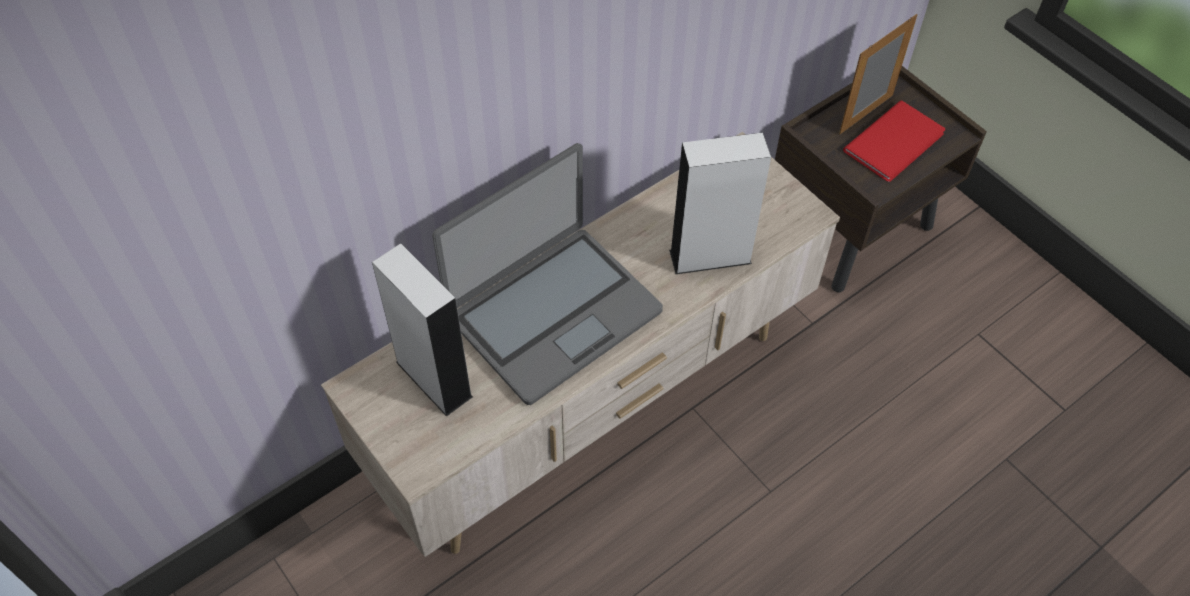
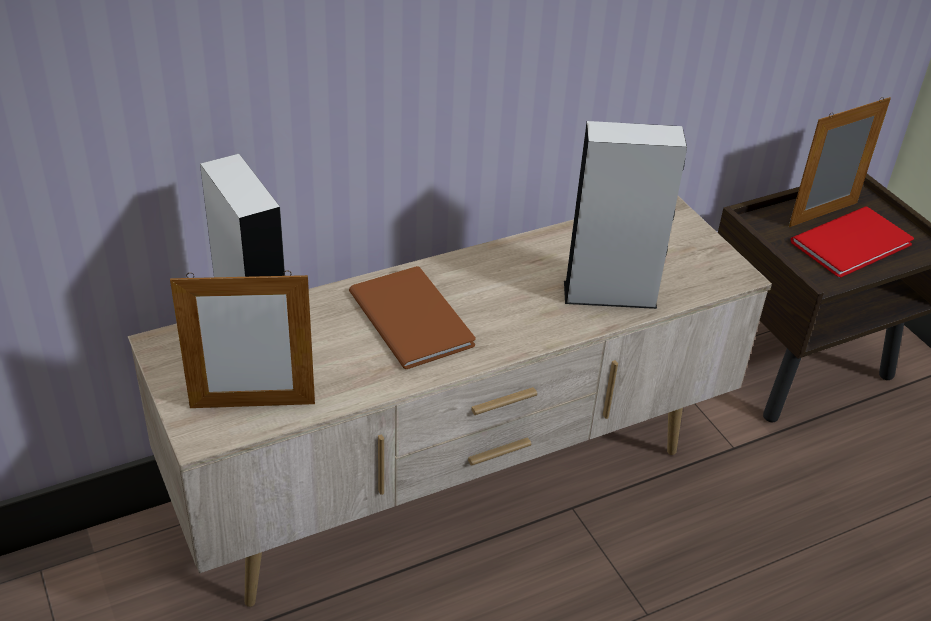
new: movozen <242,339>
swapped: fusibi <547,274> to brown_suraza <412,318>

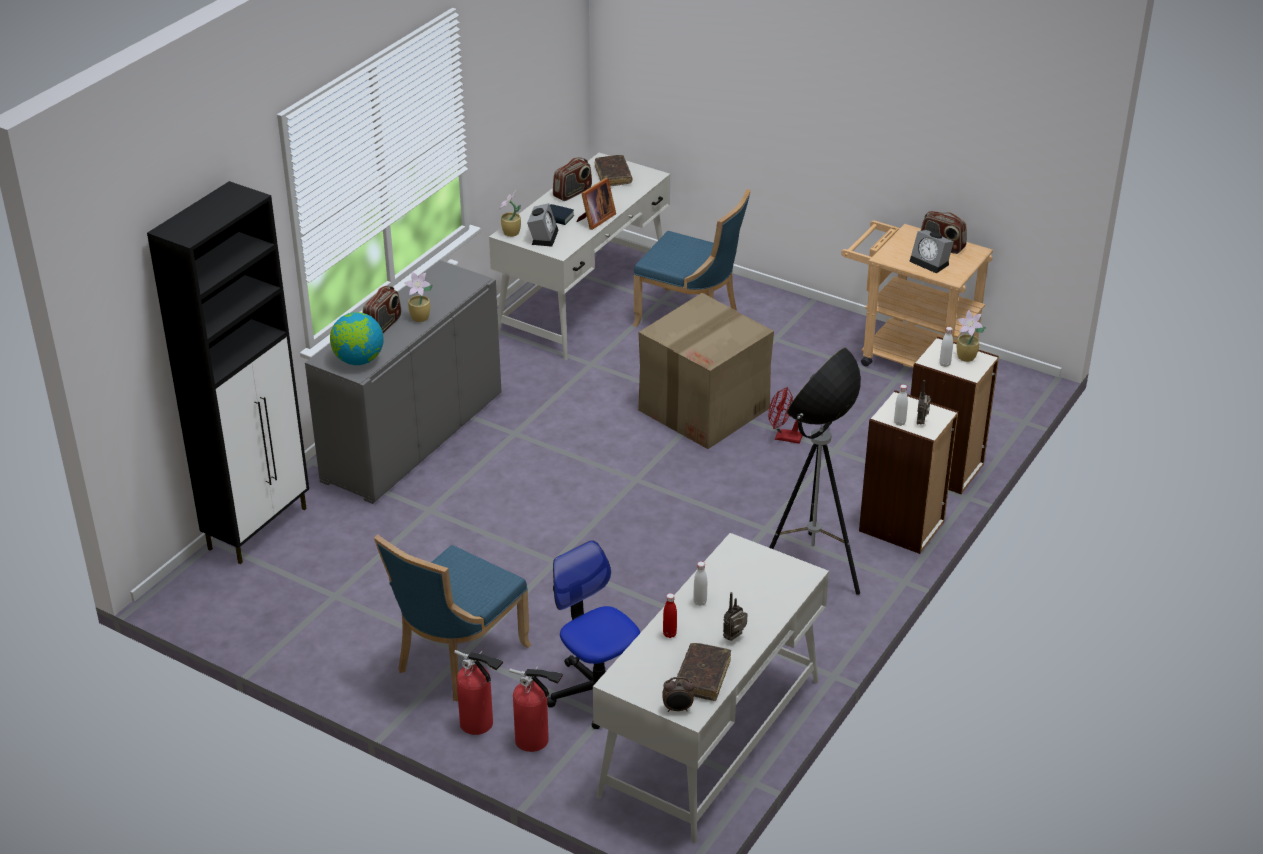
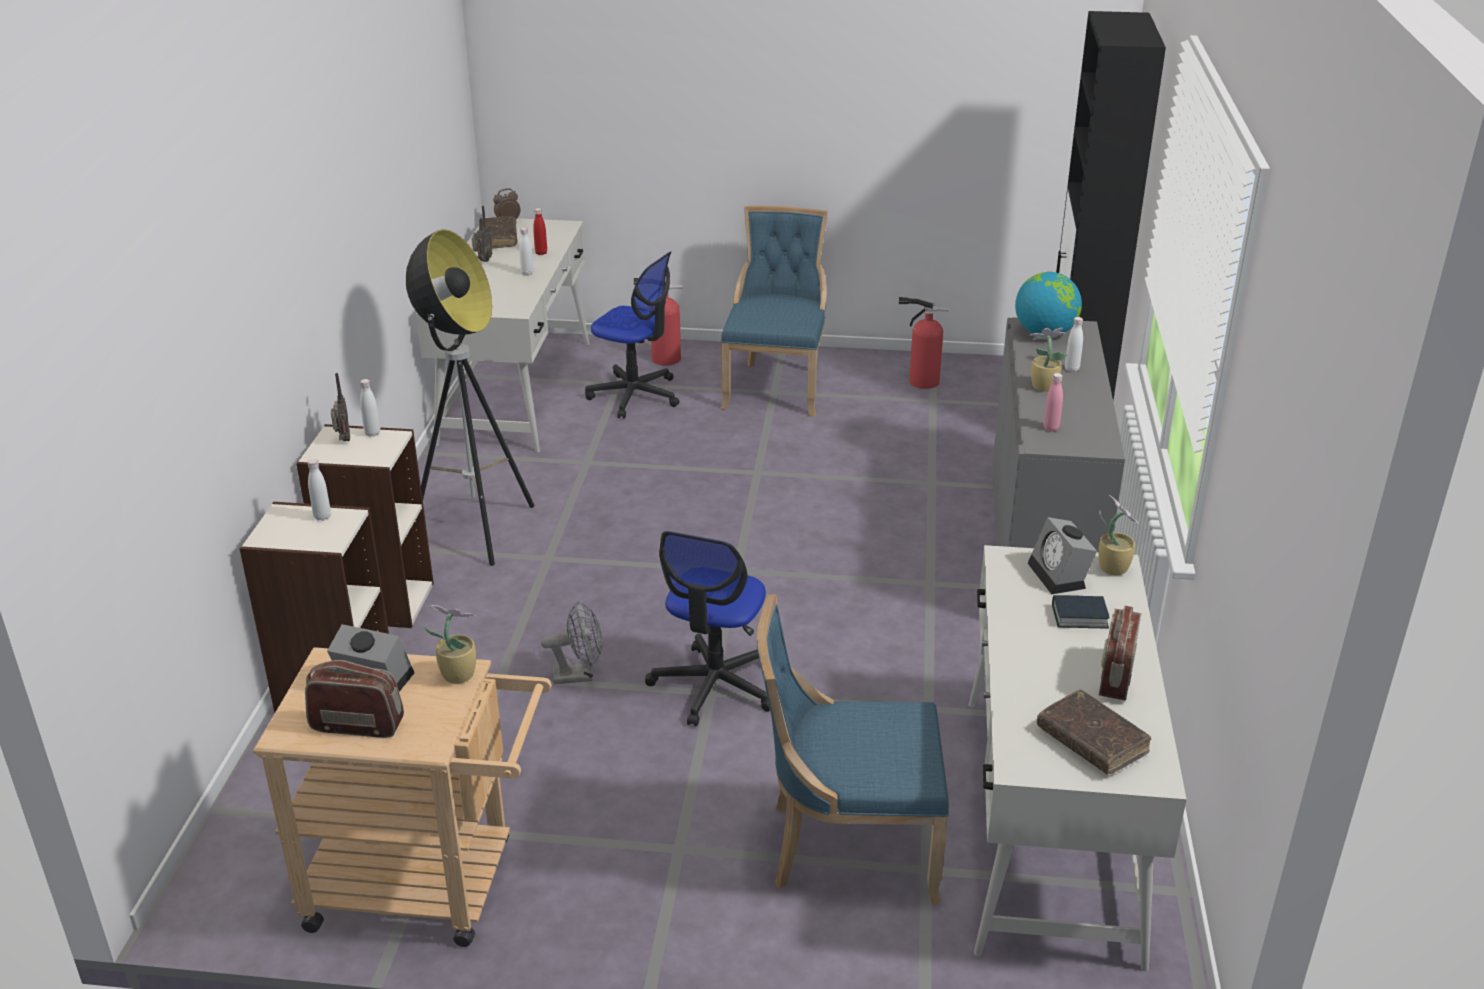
gone: movozen <596,204>
new: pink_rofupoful <1053,402>
shifted: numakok <478,692> to <924,343>; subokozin <971,336> to <450,644>
swapped: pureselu <381,310> to white_rofupoful <1074,344>; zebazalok <706,371> to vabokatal <707,628>
repainted: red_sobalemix <785,415> to grey_sobalemix <571,642>

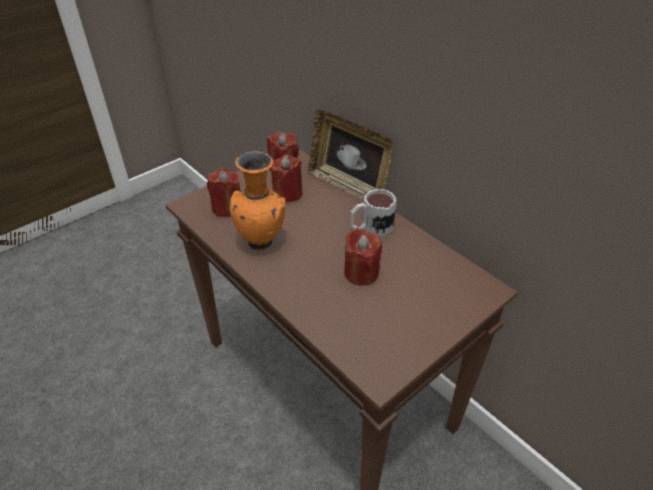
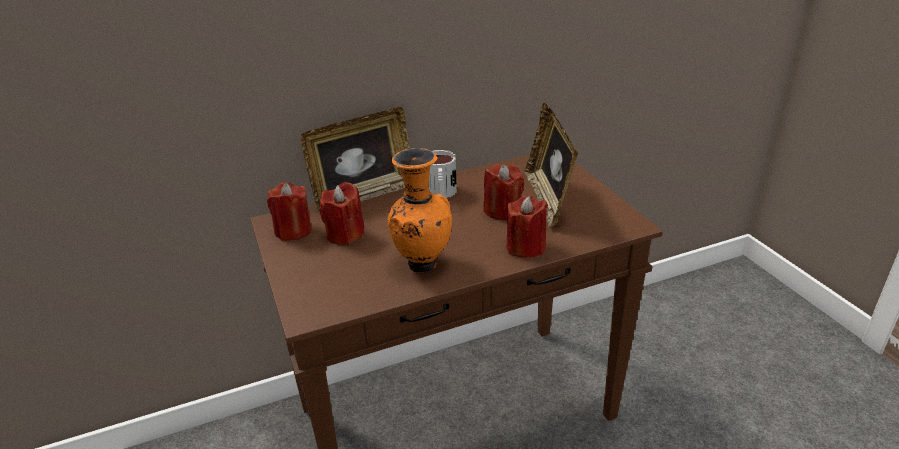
new: movozen <551,165>
shifted: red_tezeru <223,192> to <527,227>

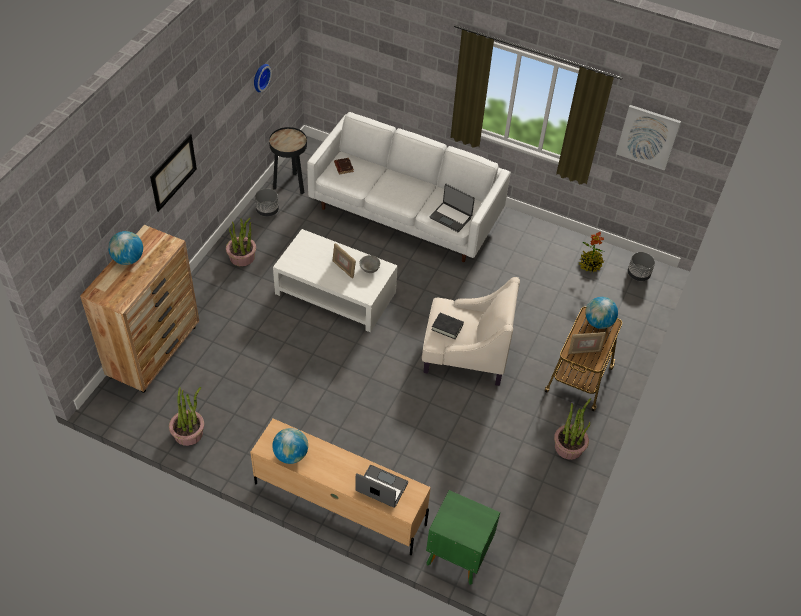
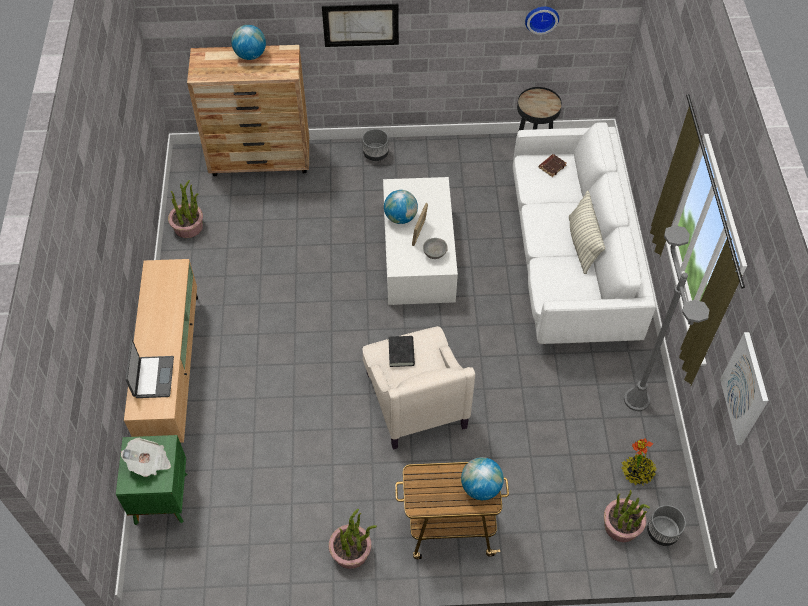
gone: fusibi <452,208>; movozen <587,343>
new: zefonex <146,457>; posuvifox <587,232>; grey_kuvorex <666,318>
shifted: subokozin <241,242> to <627,516>; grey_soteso <267,202> to <376,145>; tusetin <290,446> to <401,207>

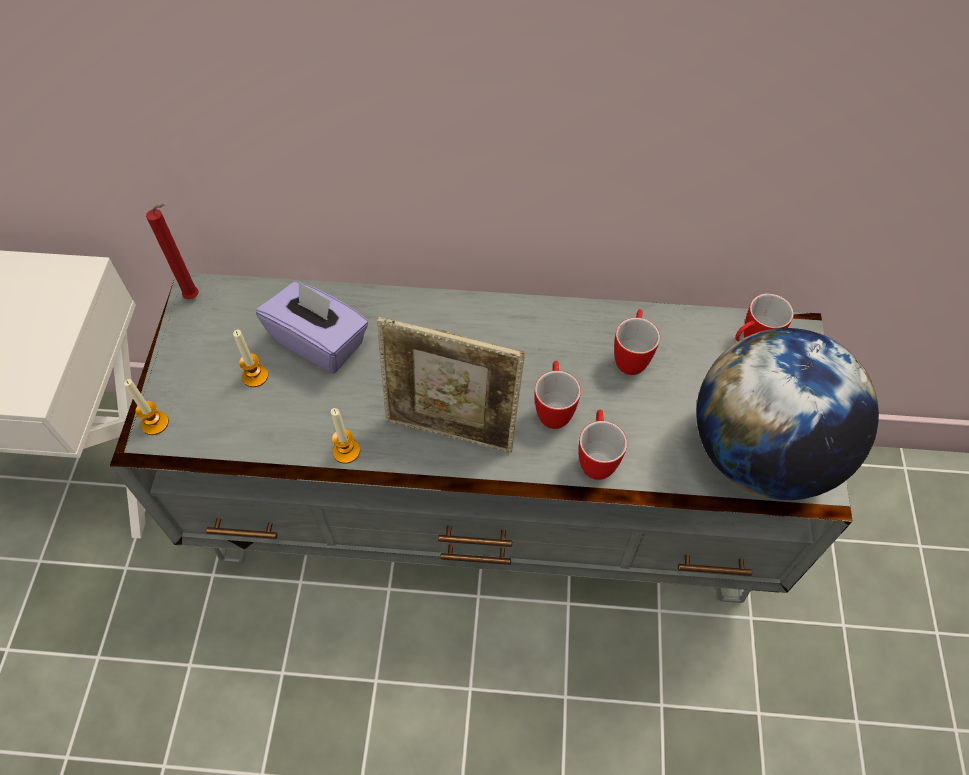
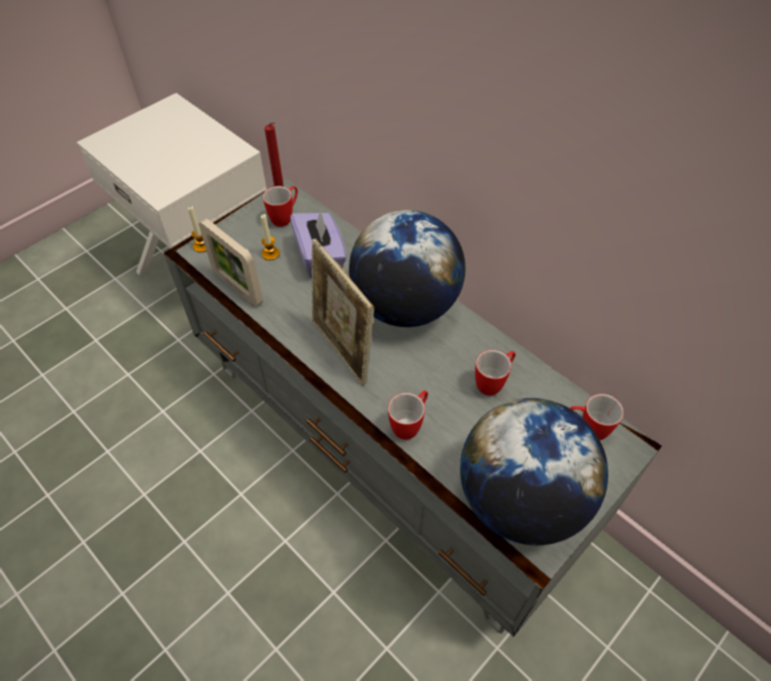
gone: tezeru <345,436>
new: movozen <231,262>; tusetin <407,268>
shifted: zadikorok <558,395> to <280,206>

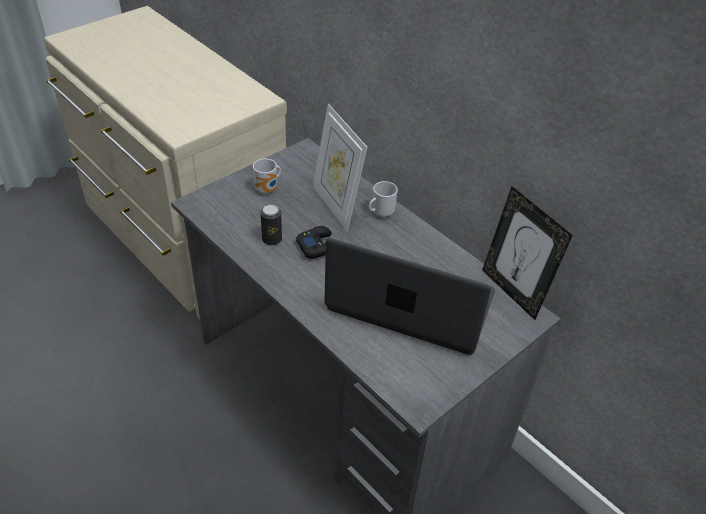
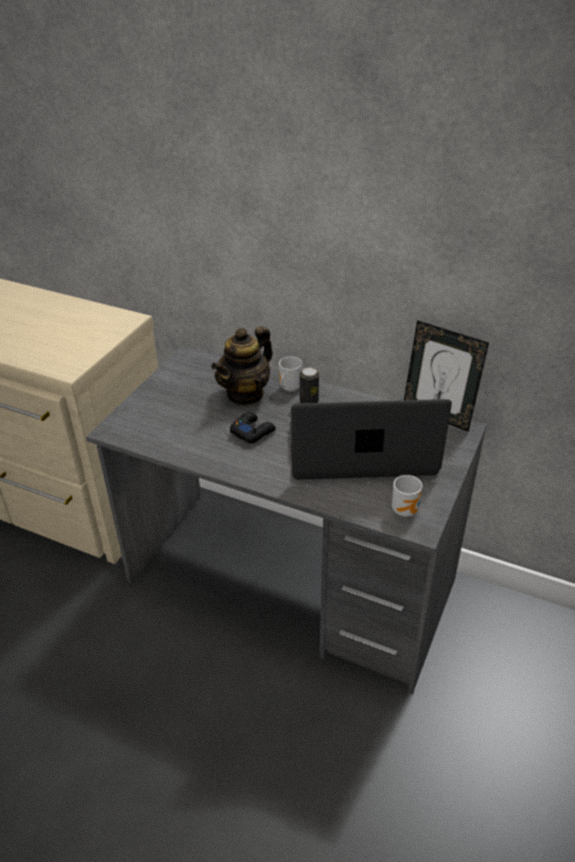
shifted: zadikorok <267,176> to <407,496>; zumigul <271,224> to <309,385>
swapped: movozen <340,167> to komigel <242,366>

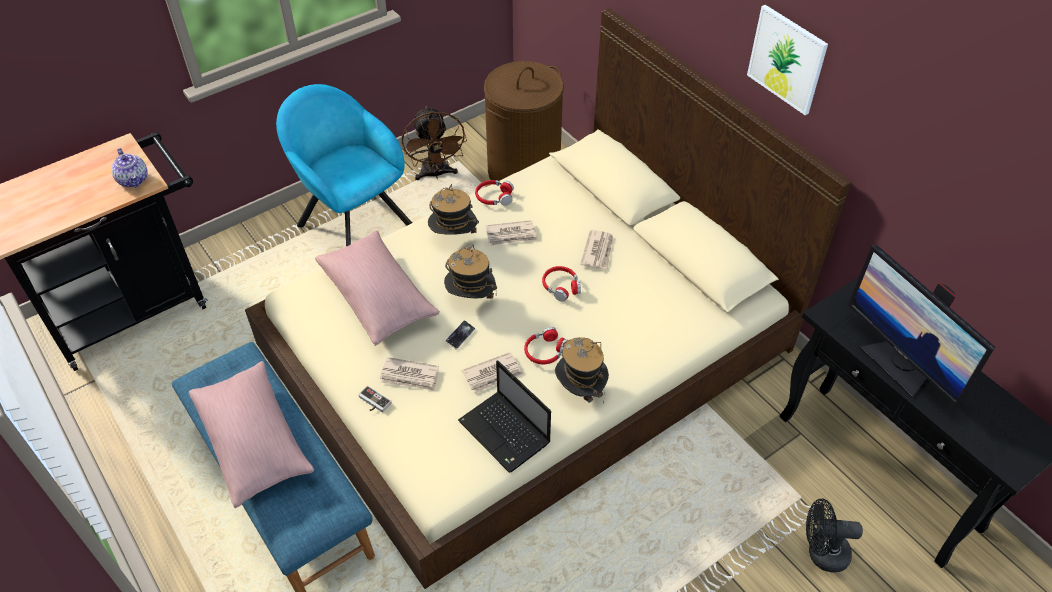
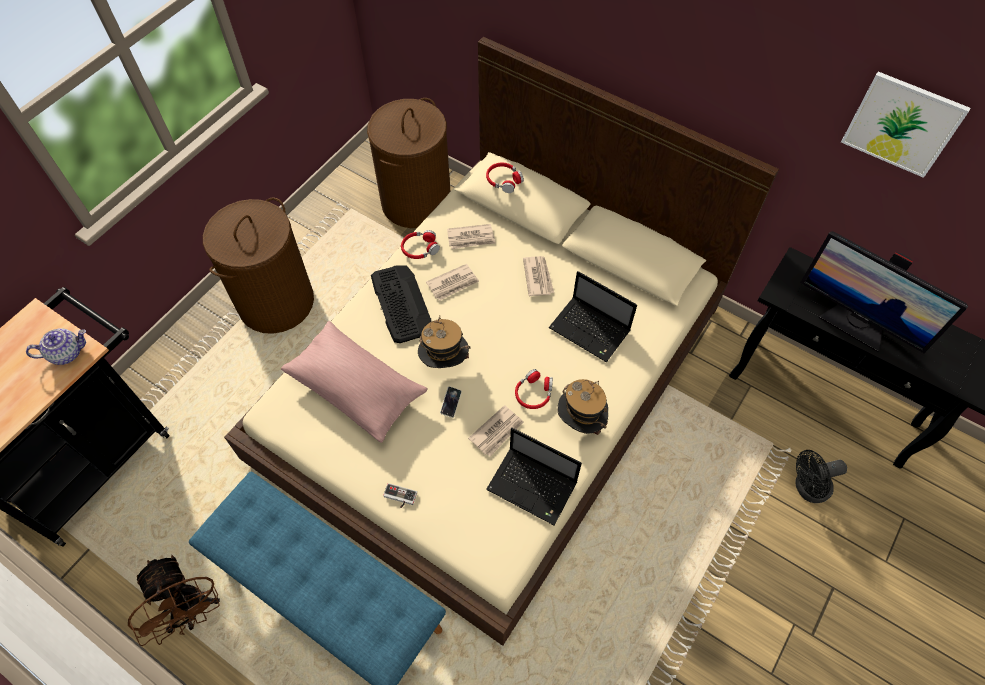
gone: pink_posuvifox <251,434>
new: fusibi <593,317>
shifted: zefonex <409,374> to <471,236>; brown_sobalemix <434,143> to <174,600>; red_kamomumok <561,284> to <505,178>; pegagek <787,60> to <906,125>
swapped: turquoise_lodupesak <344,165> to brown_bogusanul <258,265>; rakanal <453,209> to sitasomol <401,304>
rotated: komigel <129,168> = <56,346> 60 degrees counterclockwise

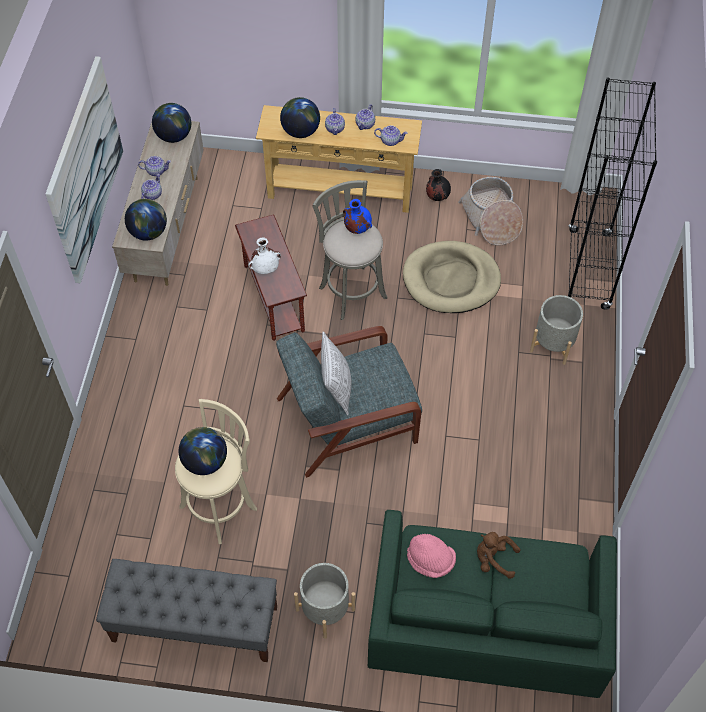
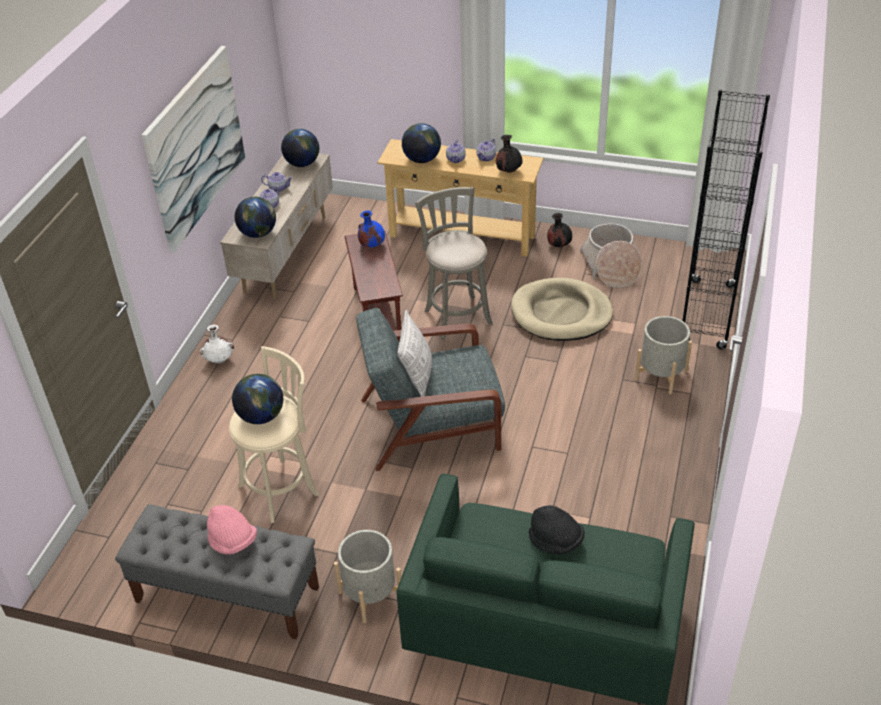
shifted: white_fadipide <264,255> to <217,344>; blue_fadipide <357,216> to <371,229>; pink_rakanal <431,556> to <232,530>
swapped: komigel <391,135> to black_fadipide <509,154>; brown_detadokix <498,555> to black_rakanal <556,529>

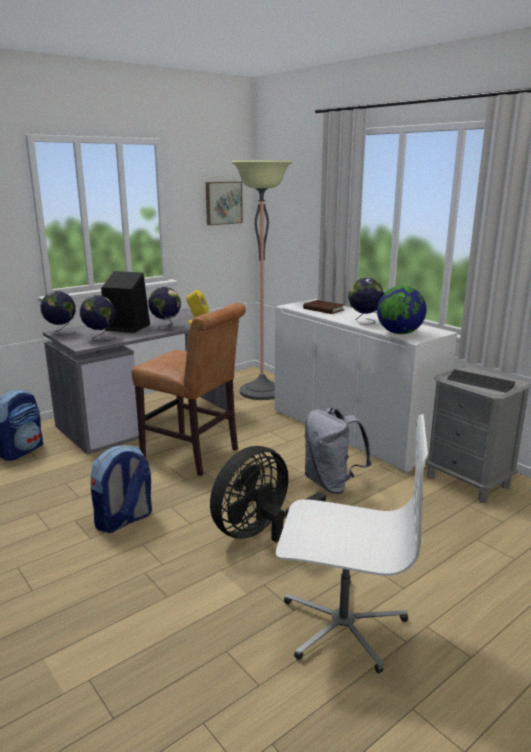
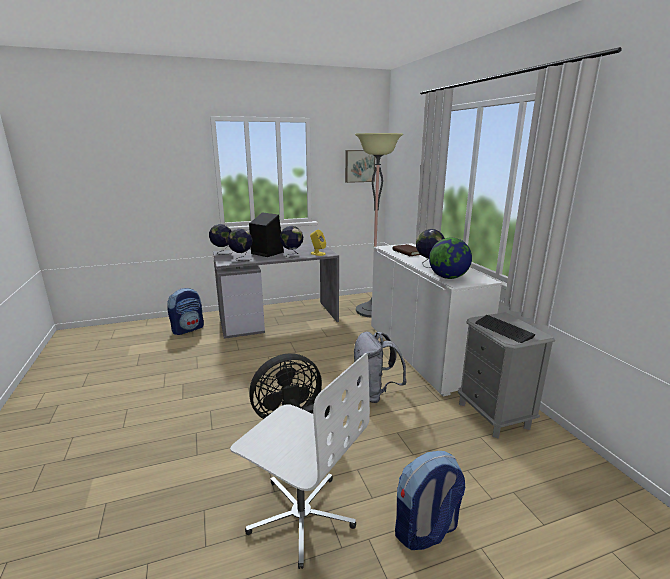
gone: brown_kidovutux <189,389>
shifted: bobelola <121,489> to <430,500>

